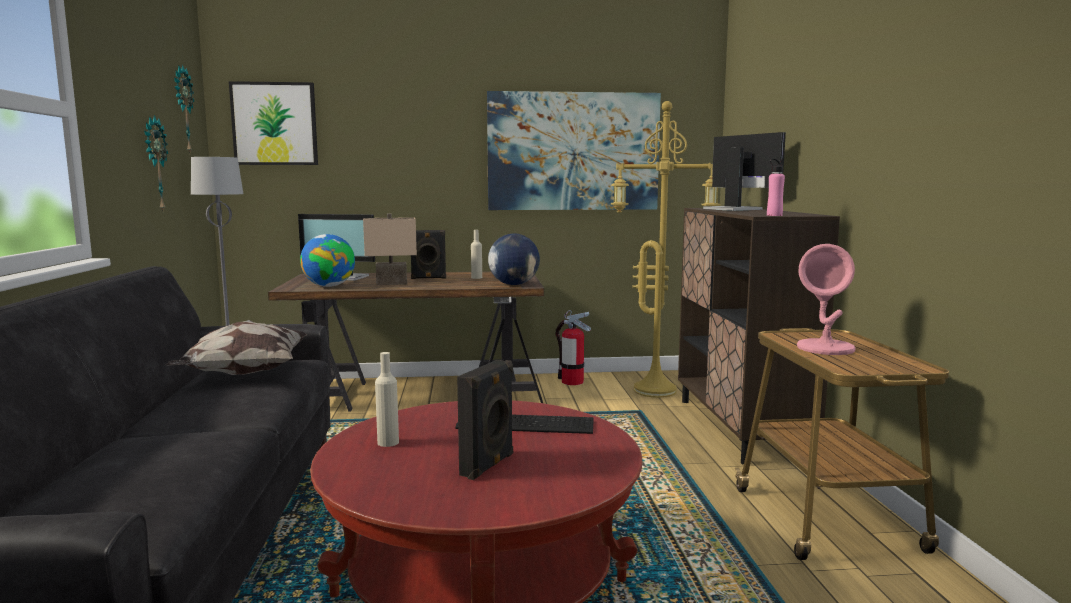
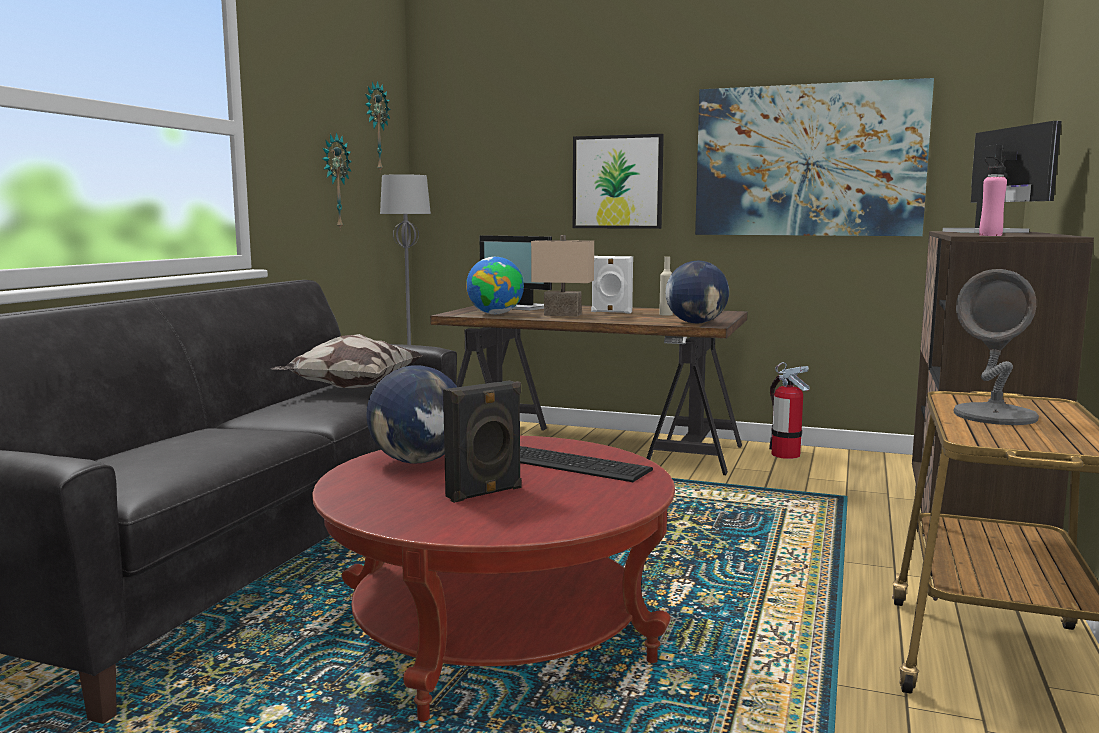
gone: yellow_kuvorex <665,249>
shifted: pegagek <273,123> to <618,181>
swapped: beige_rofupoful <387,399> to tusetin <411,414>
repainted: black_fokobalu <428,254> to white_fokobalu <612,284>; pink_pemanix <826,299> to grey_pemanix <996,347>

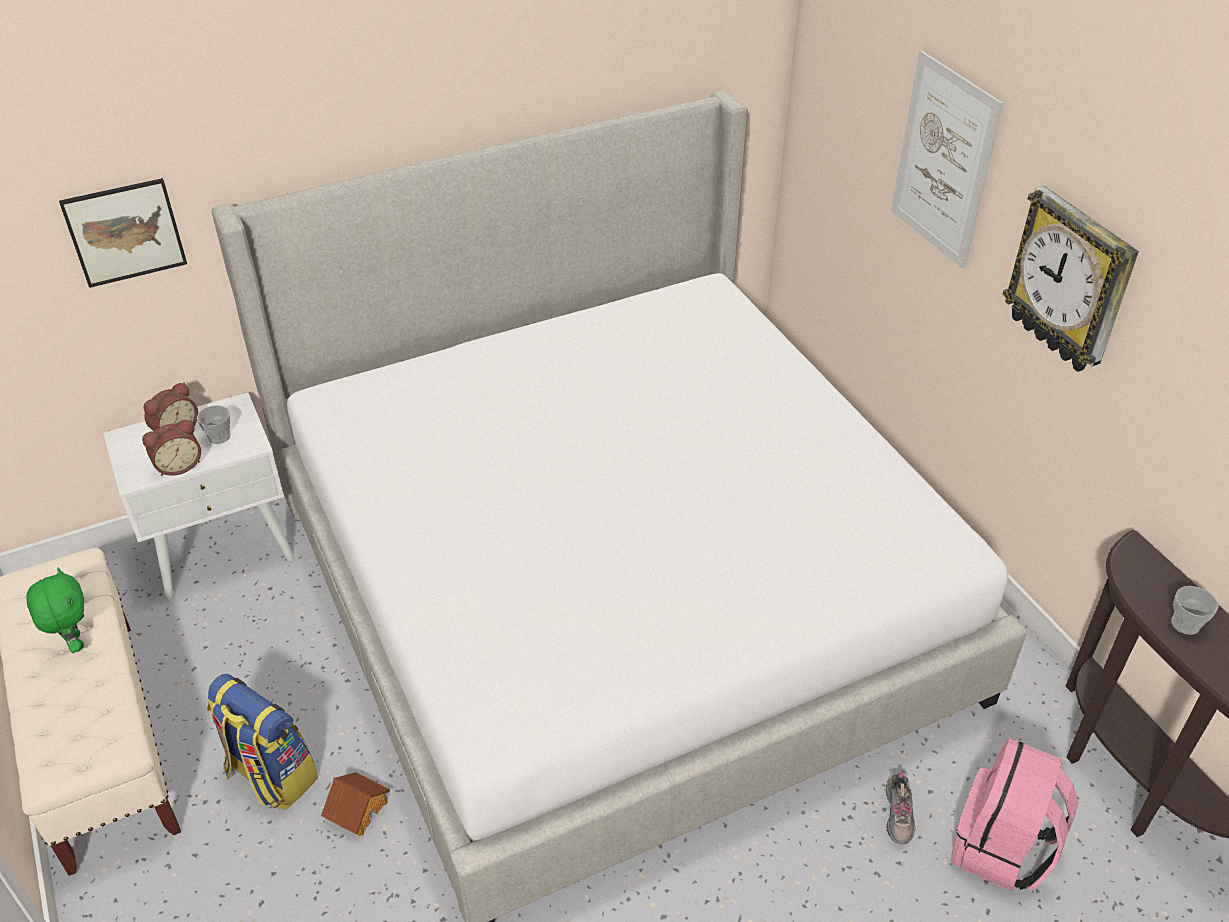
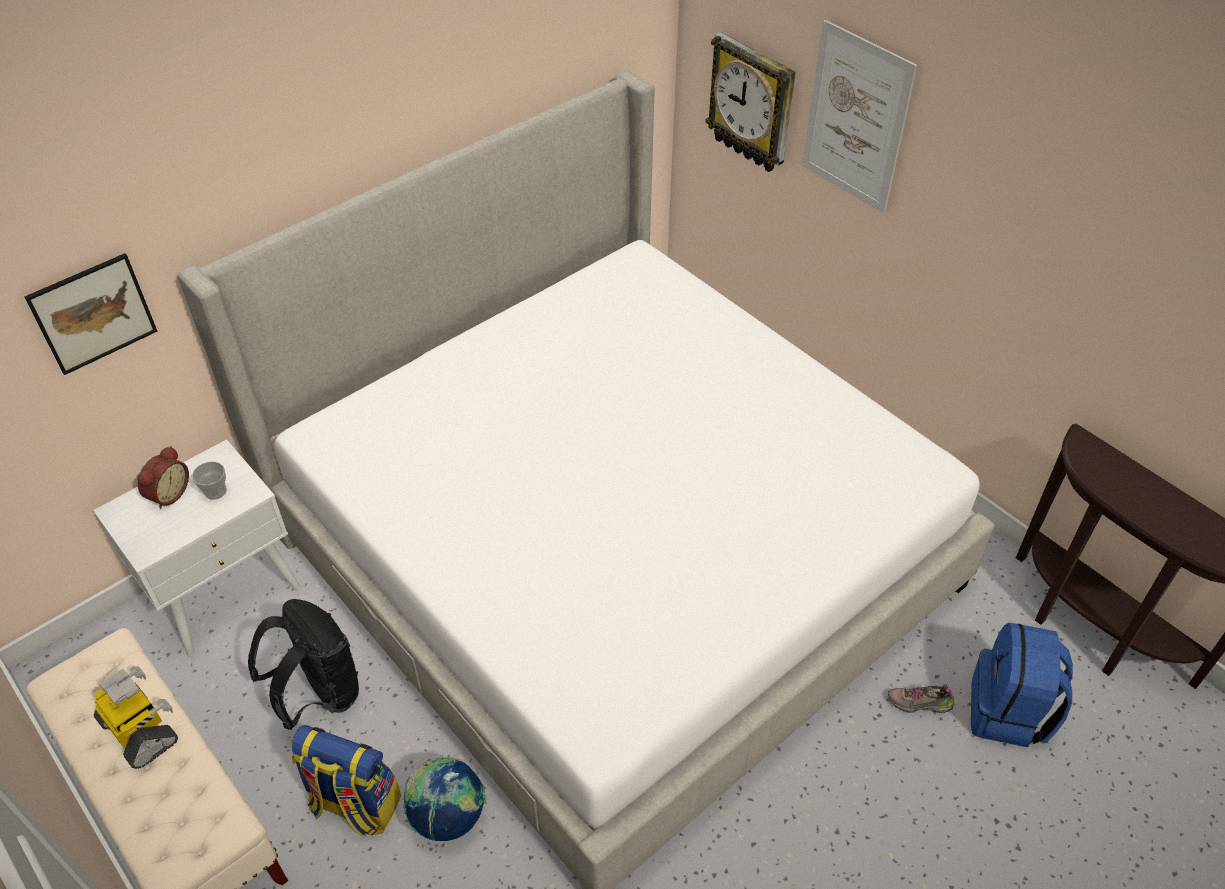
gone: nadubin <171,448>; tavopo <1194,610>
new: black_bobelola <303,664>
shifted: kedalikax <1071,279> to <751,102>
swapped: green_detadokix <55,610> to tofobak <136,717>; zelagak <355,804> to tusetin <445,799>
repainted: pink_bobelola <1015,814> to blue_bobelola <1022,685>
rotated: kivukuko <900,808> = <921,698> 105 degrees clockwise

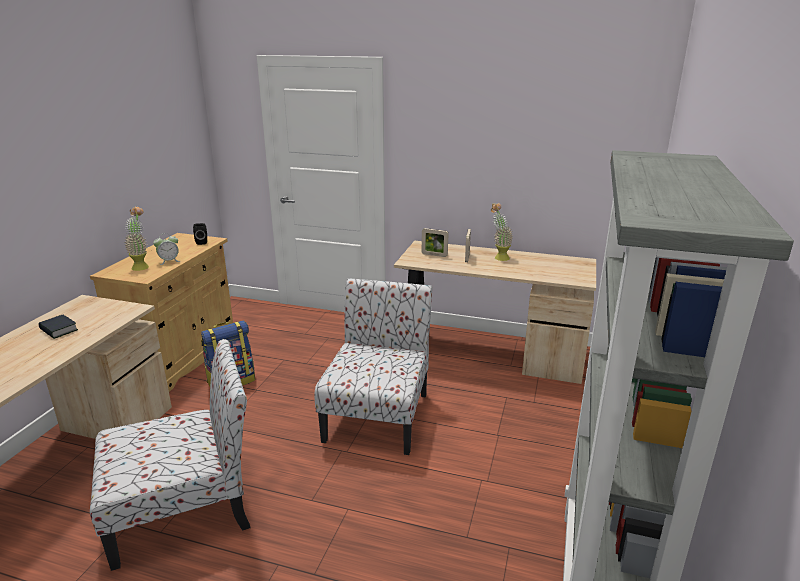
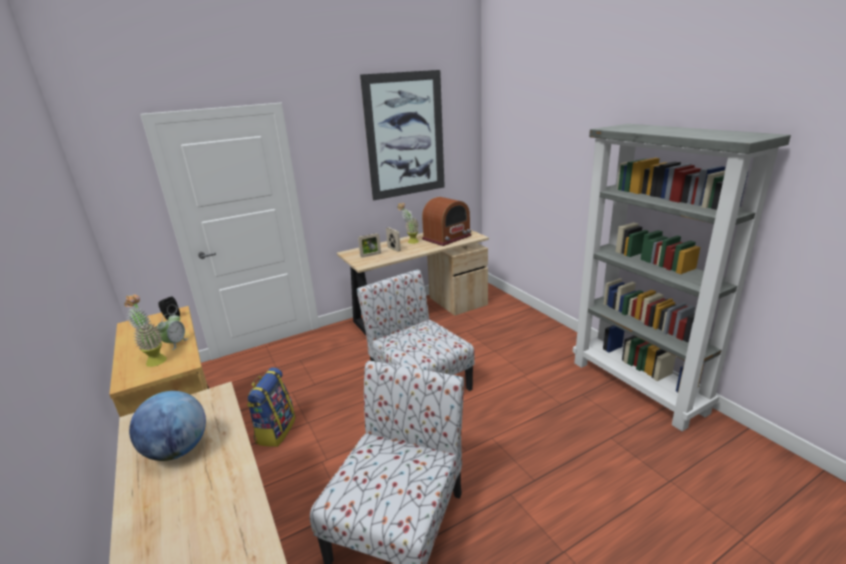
new: pegagek <402,135>; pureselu <446,221>
swapped: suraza <58,327> to tusetin <167,426>

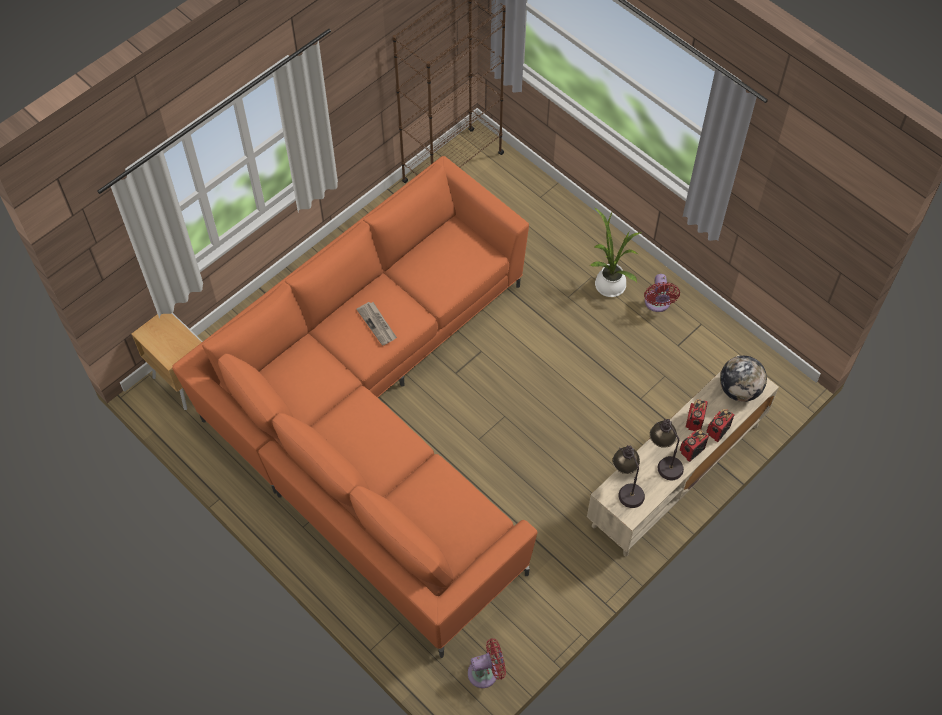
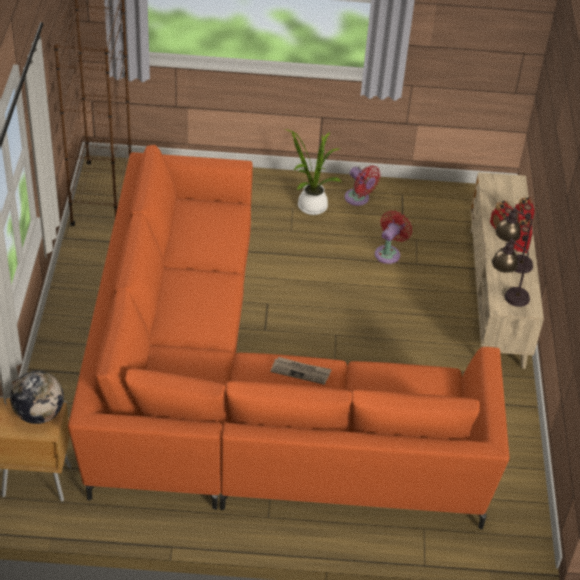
shifted: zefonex <376,324> to <301,371>; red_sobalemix <487,663> to <393,237>; tusetin <743,379> to <37,397>

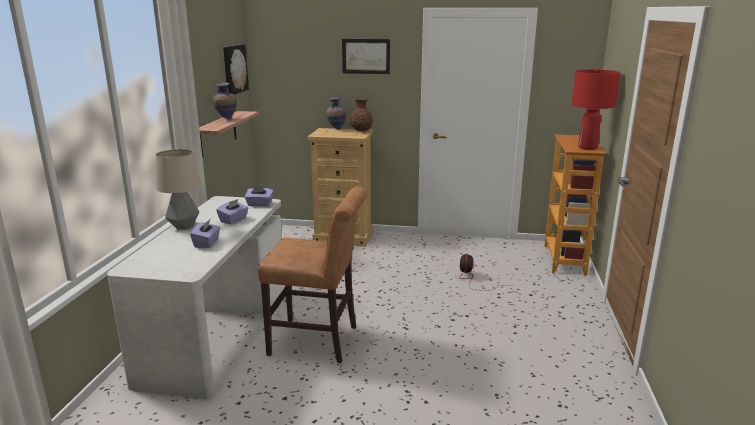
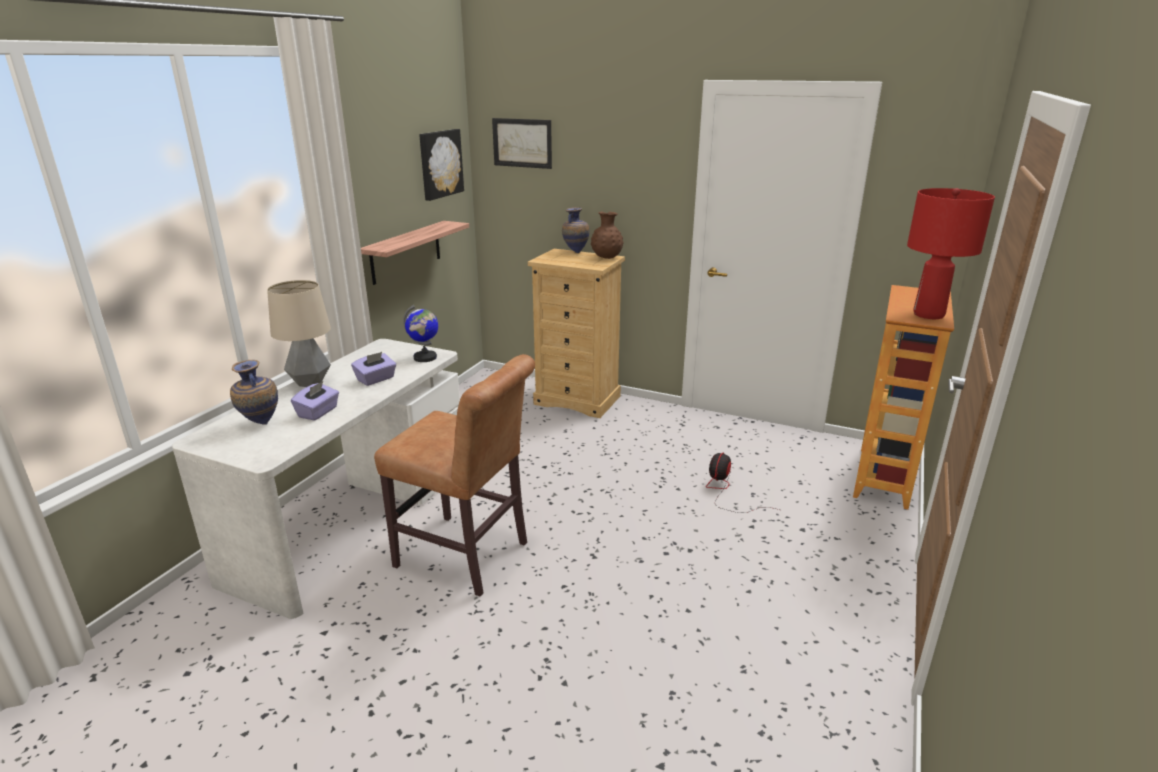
shifted: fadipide <225,101> to <254,392>; pegagek <366,56> to <522,143>
swapped: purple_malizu <258,196> to tusetin <420,333>

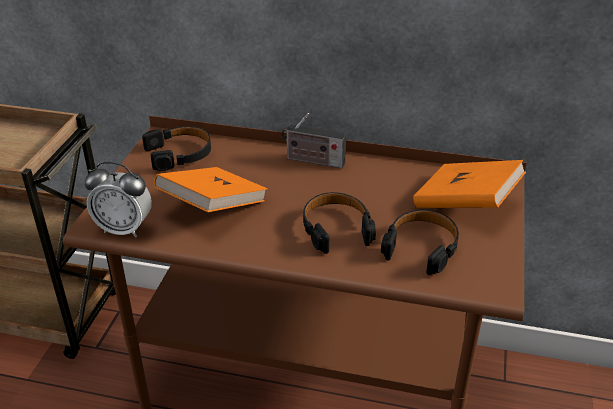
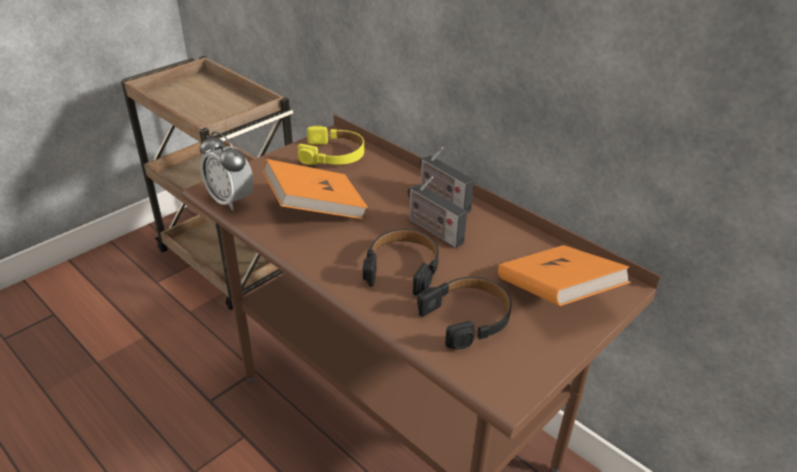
new: pureselu <437,212>
repainted: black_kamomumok <176,148> to yellow_kamomumok <331,145>

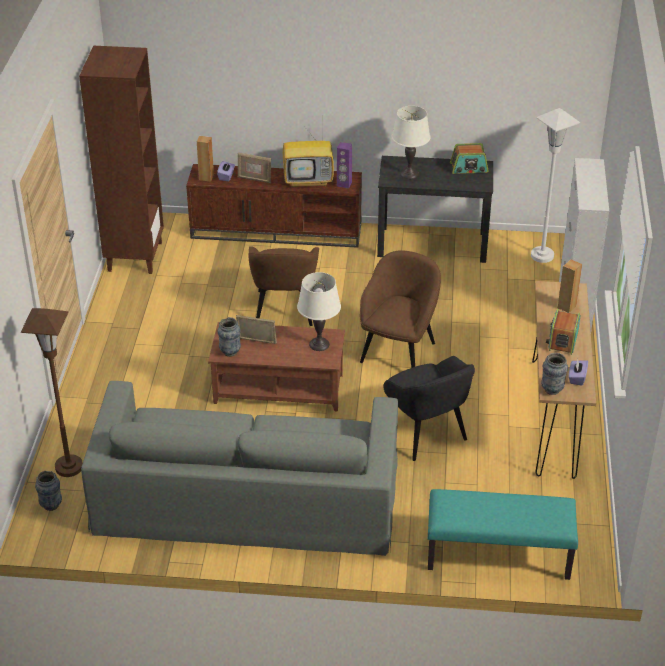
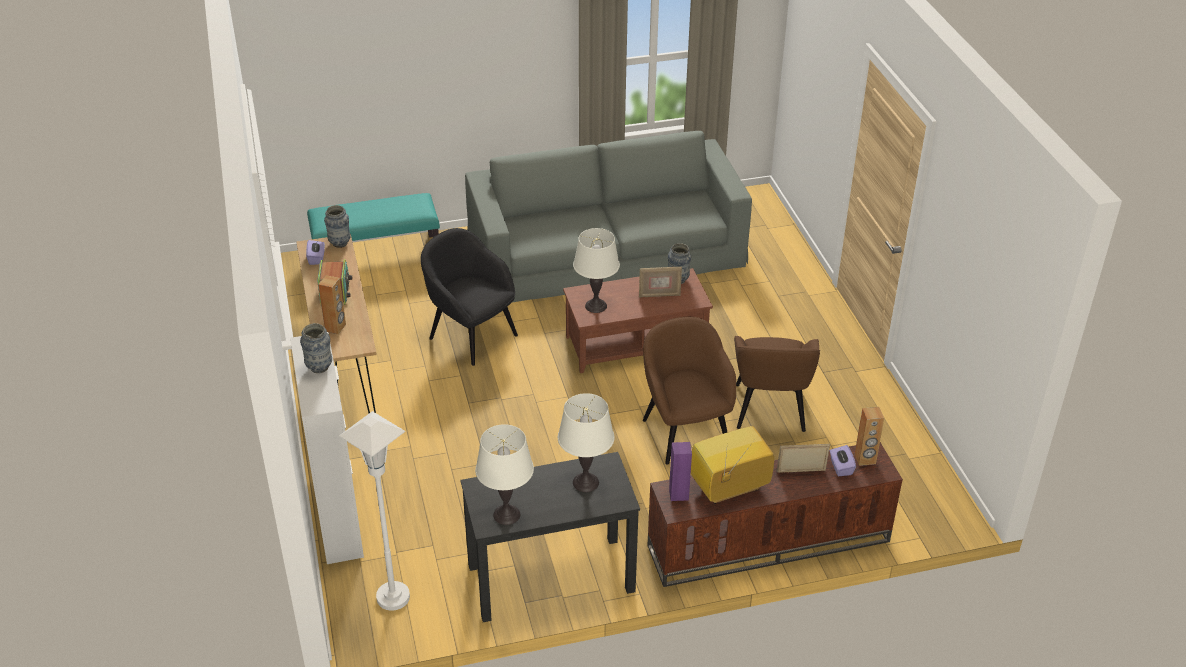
gone: brown_kuvorex <52,392>; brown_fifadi <121,160>
shifted: fadipide <48,491> to <316,348>; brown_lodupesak <400,309> to <777,384>
swapped: pureselu <469,158> to white_pemanix <504,474>

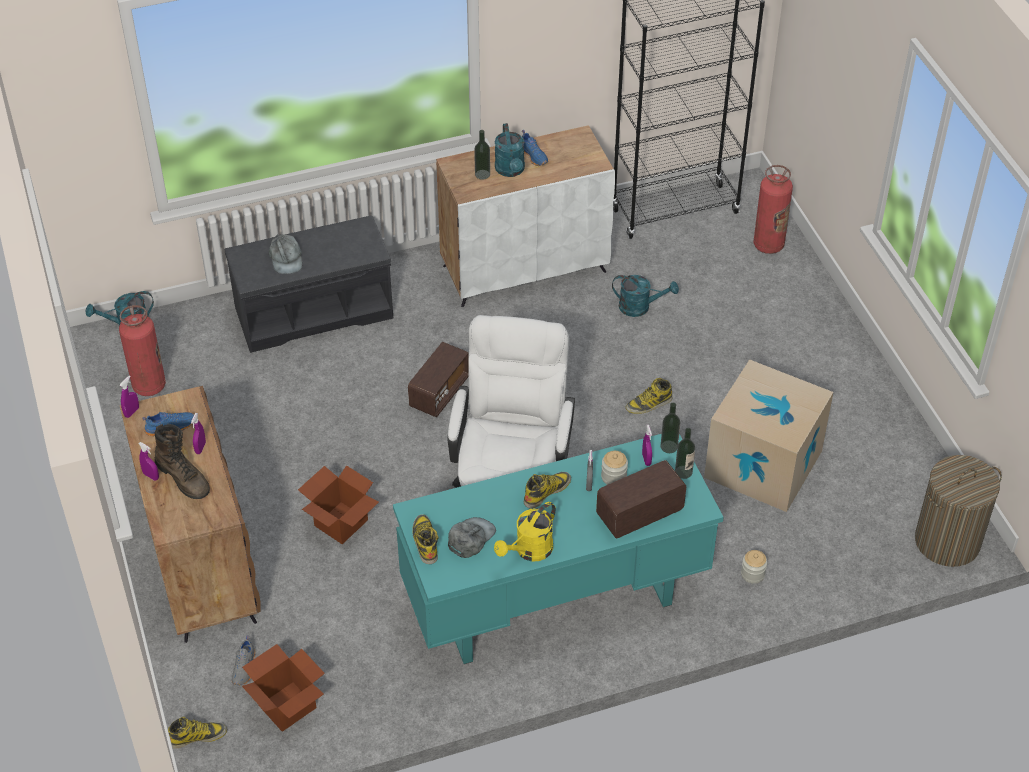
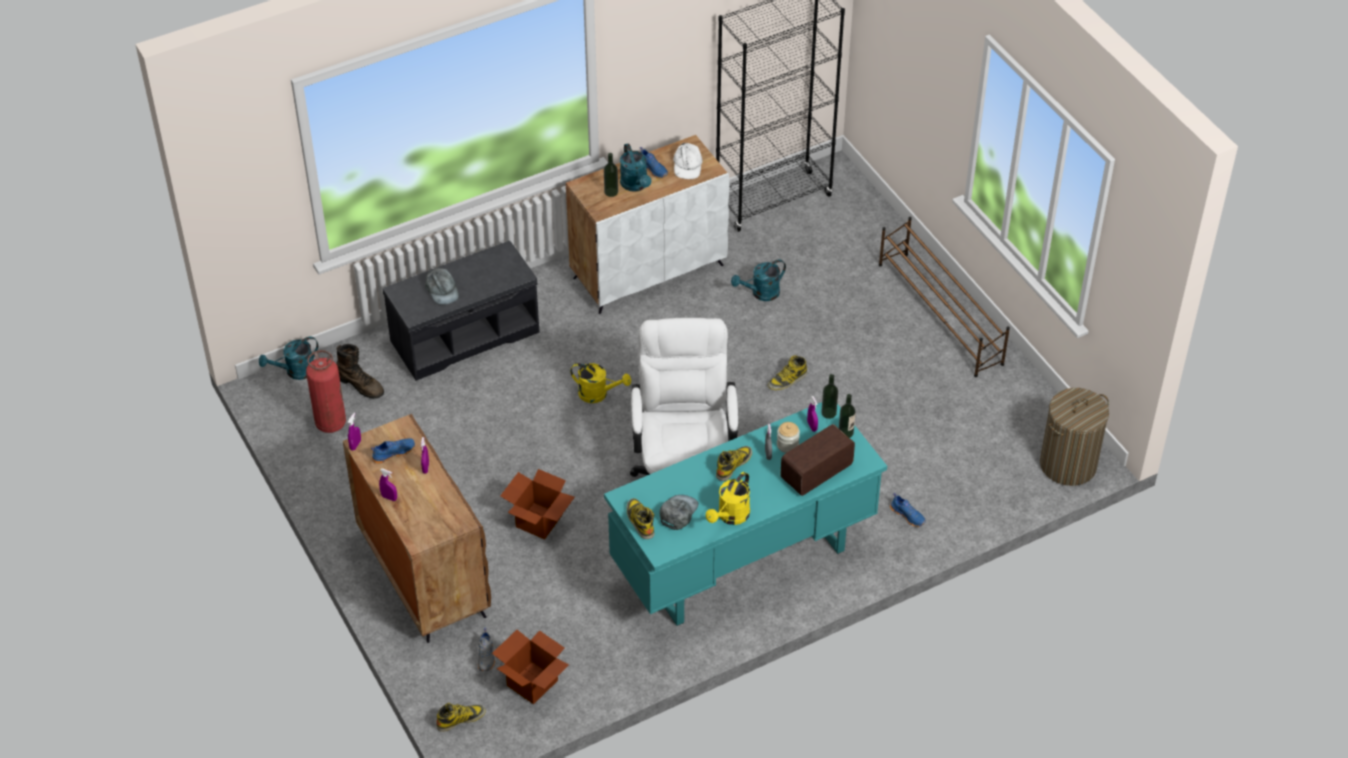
gone: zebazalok <768,435>; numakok <773,209>
new: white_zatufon <688,161>; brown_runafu <944,297>
shifted: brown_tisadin <182,461> to <360,371>
swapped: pureselu <438,379> to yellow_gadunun <600,383>; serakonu <754,567> to blue_kivukuko <908,510>
rotated: turquoise_gadunun <645,296> = <758,280> 150 degrees clockwise

